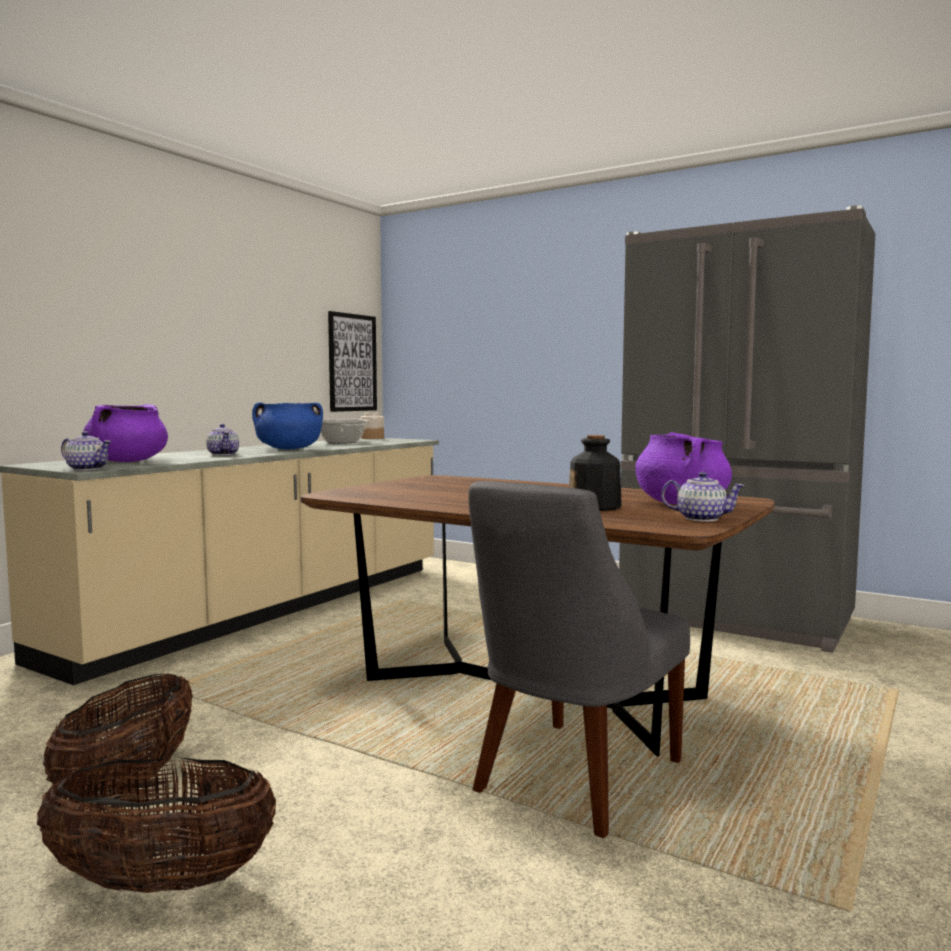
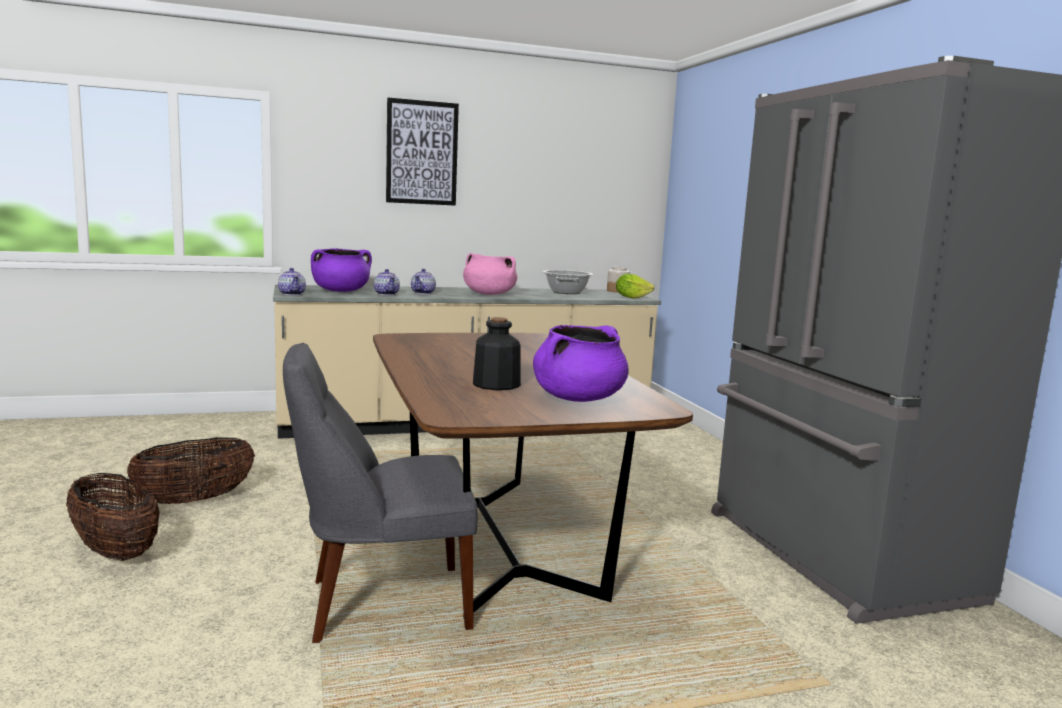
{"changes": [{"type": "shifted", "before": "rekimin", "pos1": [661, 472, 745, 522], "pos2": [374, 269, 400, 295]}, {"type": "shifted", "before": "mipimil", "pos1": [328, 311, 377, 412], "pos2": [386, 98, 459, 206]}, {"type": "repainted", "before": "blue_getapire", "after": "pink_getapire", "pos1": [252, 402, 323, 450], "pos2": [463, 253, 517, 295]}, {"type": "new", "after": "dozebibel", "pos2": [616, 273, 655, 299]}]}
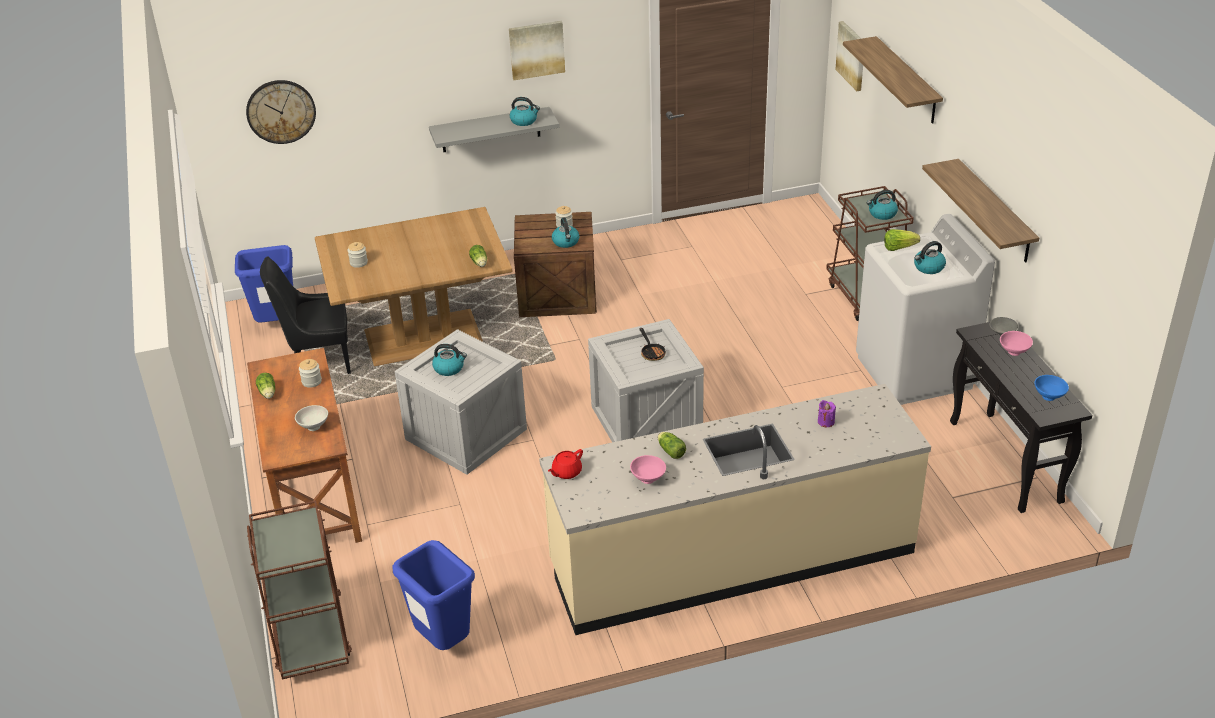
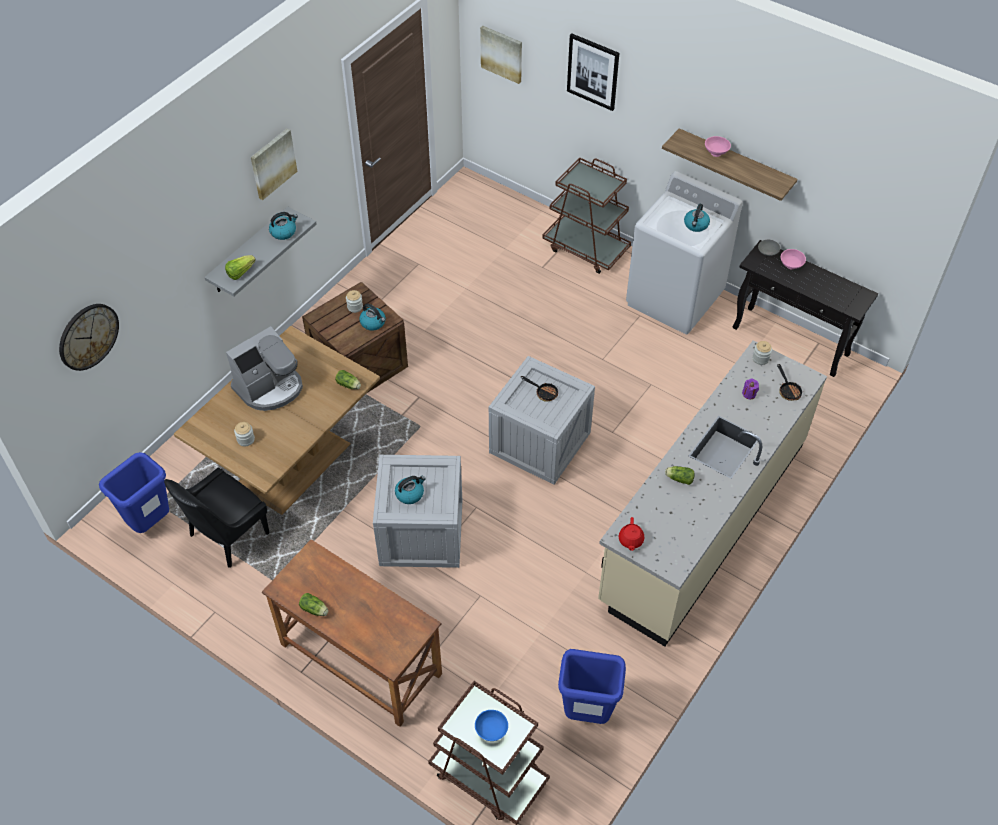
{"changes": [{"type": "shifted", "before": "dozebibel", "pos1": [884, 229, 920, 251], "pos2": [225, 255, 256, 280]}, {"type": "new", "after": "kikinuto", "pos2": [226, 326, 303, 411]}, {"type": "shifted", "before": "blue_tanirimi", "pos1": [1034, 375, 1069, 401], "pos2": [475, 710, 508, 741]}, {"type": "swapped", "before": "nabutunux", "after": "mipimil", "pos1": [843, 36, 943, 124], "pos2": [567, 33, 619, 111]}, {"type": "shifted", "before": "pink_tanirimi", "pos1": [630, 455, 666, 484], "pos2": [705, 136, 731, 157]}, {"type": "shifted", "before": "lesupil", "pos1": [299, 359, 322, 388], "pos2": [753, 341, 772, 365]}, {"type": "new", "after": "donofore", "pos2": [777, 364, 804, 401]}, {"type": "gone", "before": "white_tanirimi", "pos1": [295, 405, 328, 431]}, {"type": "gone", "before": "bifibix", "pos1": [867, 190, 898, 220]}]}
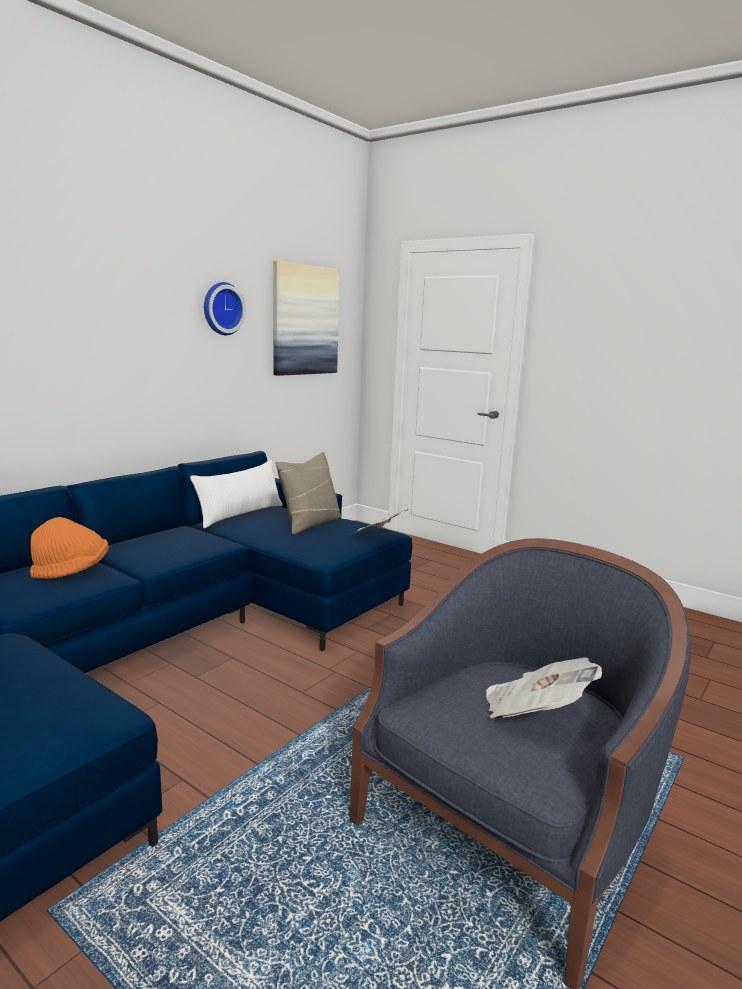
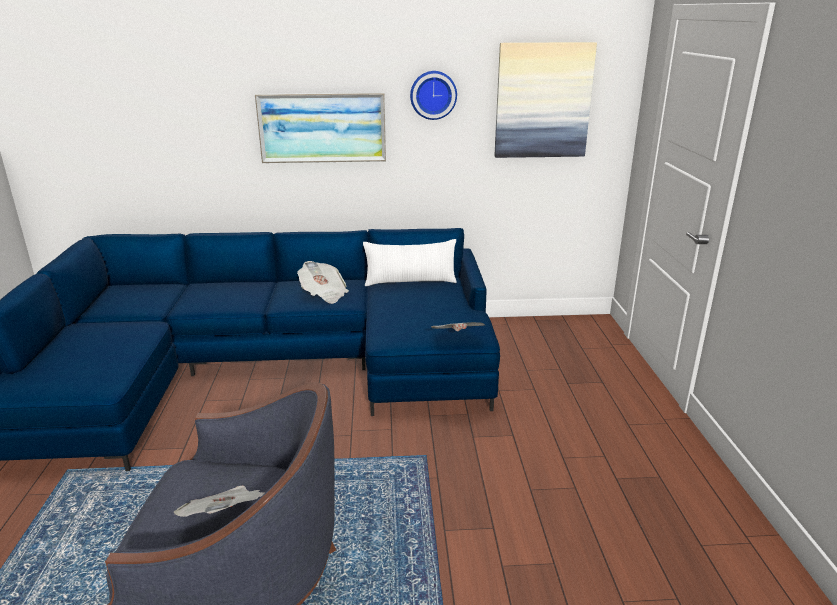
{"changes": [{"type": "new", "after": "mipimil", "pos2": [255, 93, 386, 163]}, {"type": "new", "after": "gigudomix", "pos2": [297, 261, 349, 304]}, {"type": "gone", "before": "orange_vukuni", "pos1": [30, 517, 109, 579]}, {"type": "gone", "before": "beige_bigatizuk", "pos1": [275, 452, 341, 534]}]}
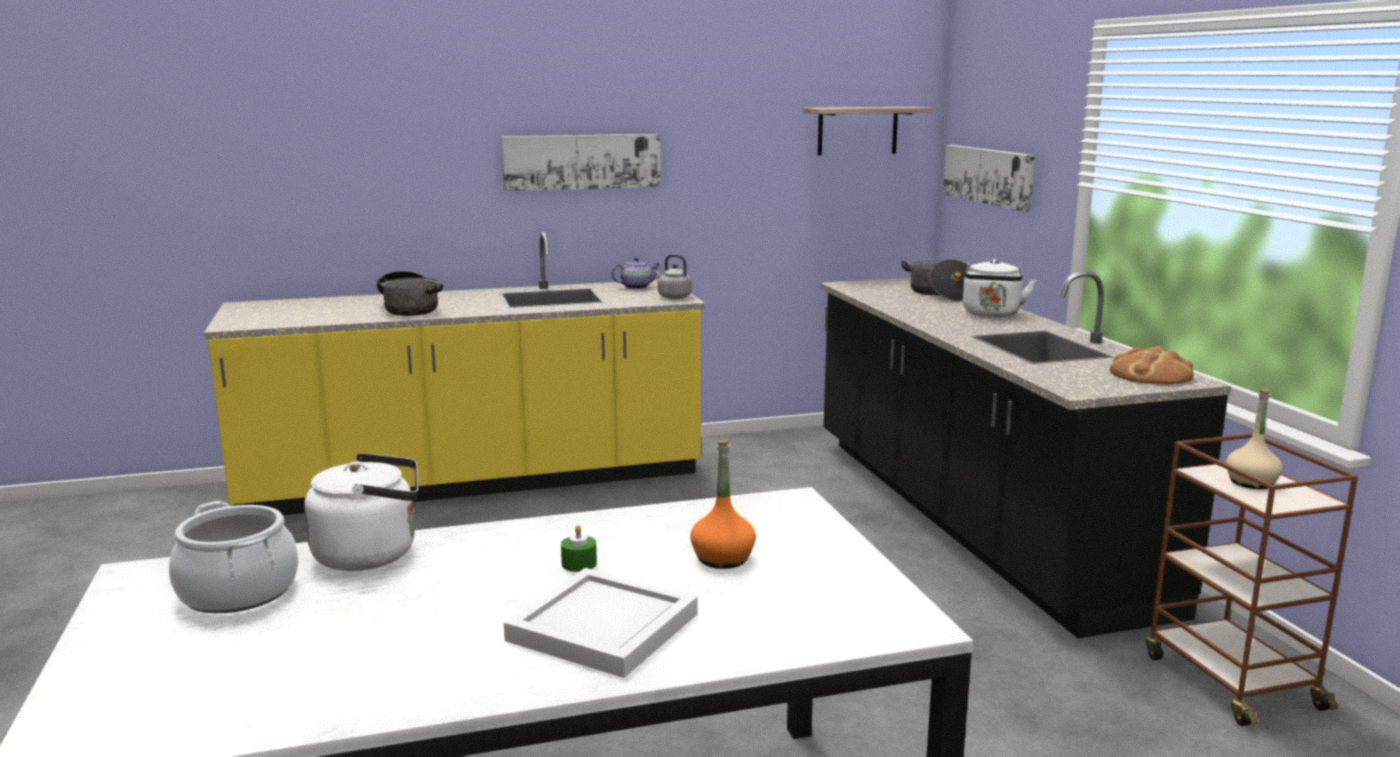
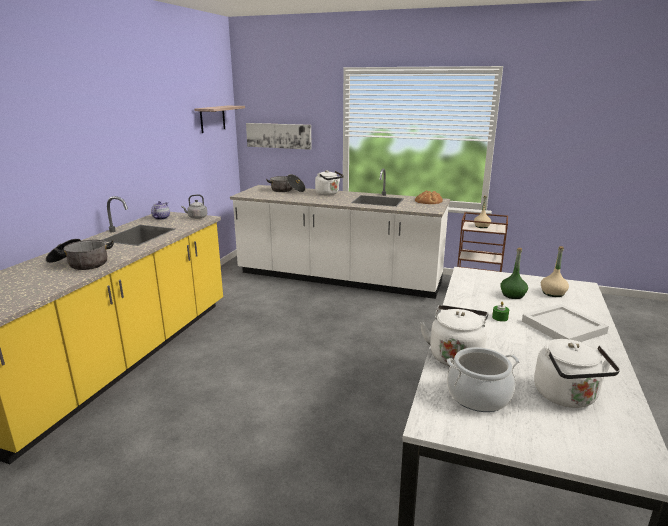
{"changes": [{"type": "repainted", "before": "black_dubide", "after": "white_dubide", "pos1": [820, 271, 1231, 638], "pos2": [230, 168, 450, 299]}, {"type": "repainted", "before": "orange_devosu", "after": "green_devosu", "pos1": [690, 439, 756, 569], "pos2": [500, 248, 528, 299]}, {"type": "new", "after": "white_bifibix", "pos2": [534, 339, 620, 408]}, {"type": "new", "after": "beige_devosu", "pos2": [541, 246, 569, 297]}, {"type": "gone", "before": "mipimil", "pos1": [501, 134, 661, 191]}]}
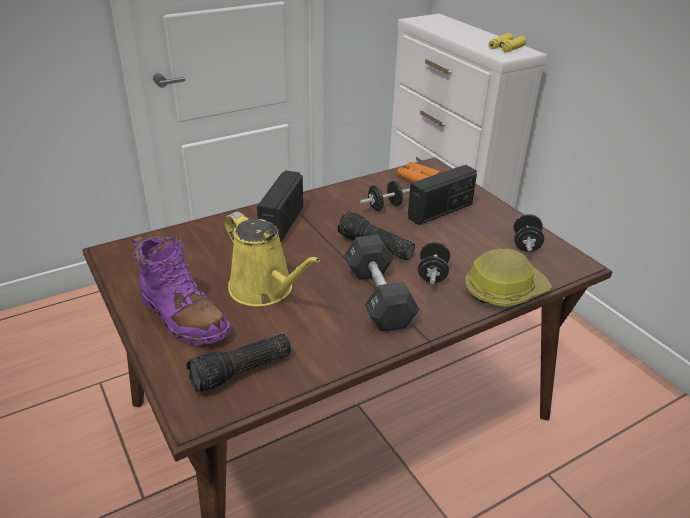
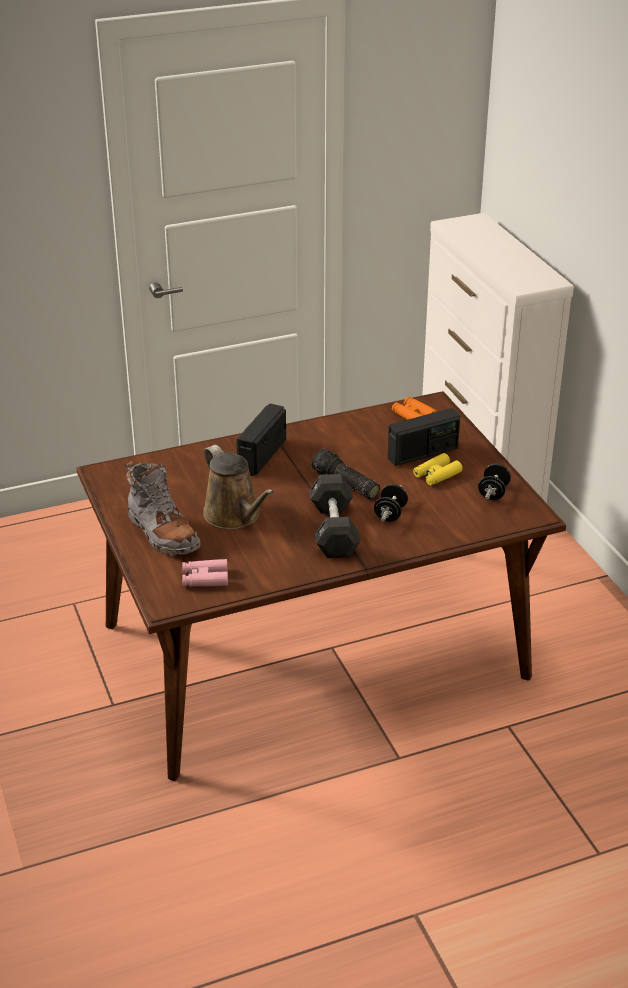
{"changes": [{"type": "repainted", "before": "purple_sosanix", "after": "grey_sosanix", "pos1": [132, 236, 231, 345], "pos2": [125, 461, 201, 555]}, {"type": "swapped", "before": "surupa", "after": "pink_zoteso", "pos1": [186, 334, 291, 393], "pos2": [182, 559, 228, 587]}, {"type": "repainted", "before": "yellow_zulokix", "after": "brown_zulokix", "pos1": [224, 212, 320, 306], "pos2": [203, 445, 274, 530]}, {"type": "shifted", "before": "yellow_zoteso", "pos1": [489, 33, 527, 52], "pos2": [413, 453, 463, 485]}, {"type": "gone", "before": "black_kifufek", "pos1": [360, 181, 410, 211]}, {"type": "gone", "before": "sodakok", "pos1": [465, 249, 552, 307]}]}
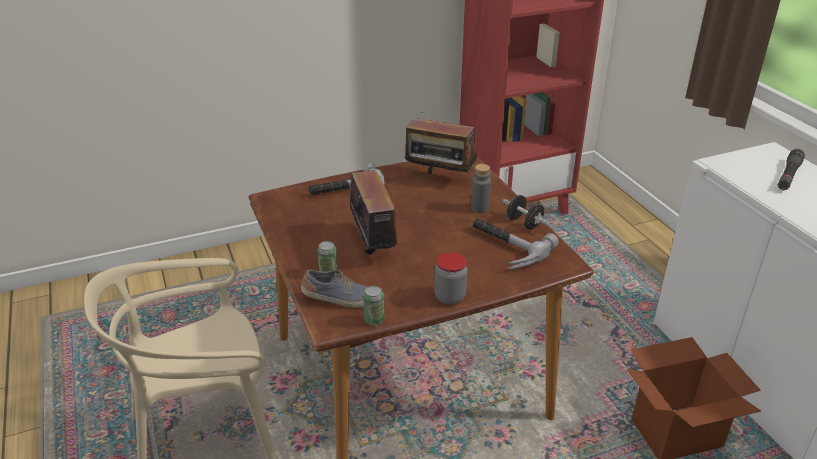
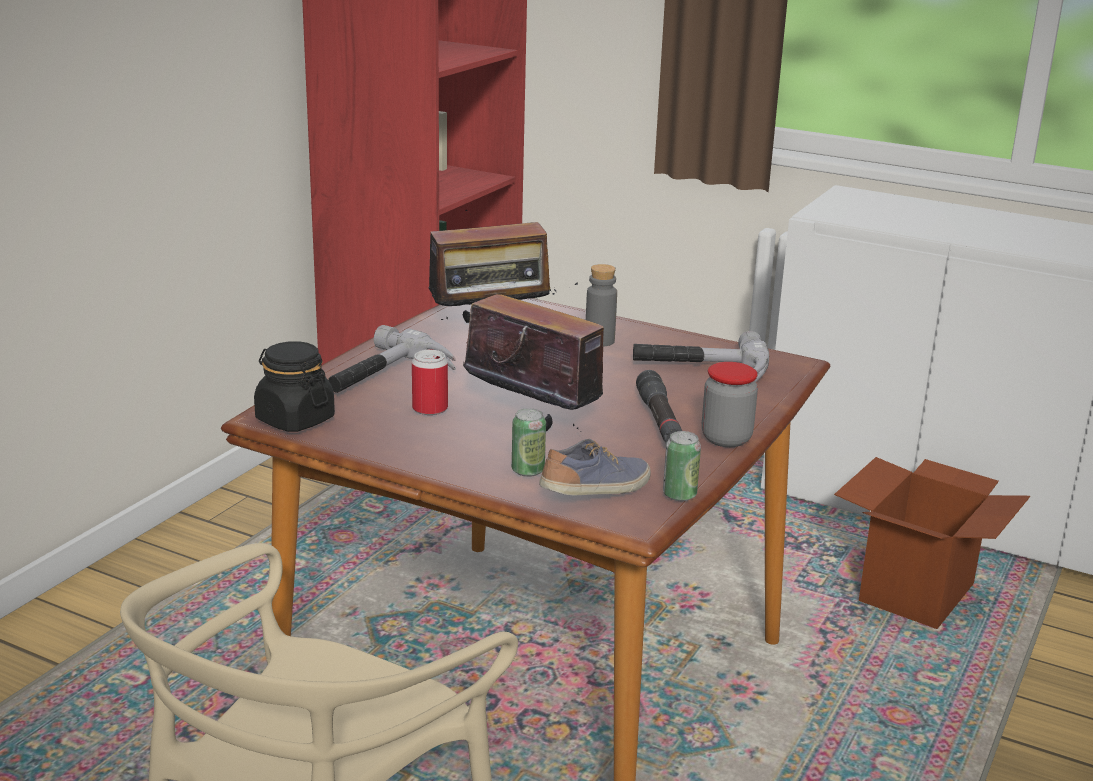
{"changes": [{"type": "new", "after": "black_lesupil", "pos2": [254, 341, 335, 432]}, {"type": "new", "after": "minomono", "pos2": [412, 350, 448, 415]}, {"type": "shifted", "before": "black_surupa", "pos1": [778, 149, 805, 190], "pos2": [636, 370, 682, 444]}, {"type": "gone", "before": "black_kifufek", "pos1": [503, 195, 550, 229]}]}
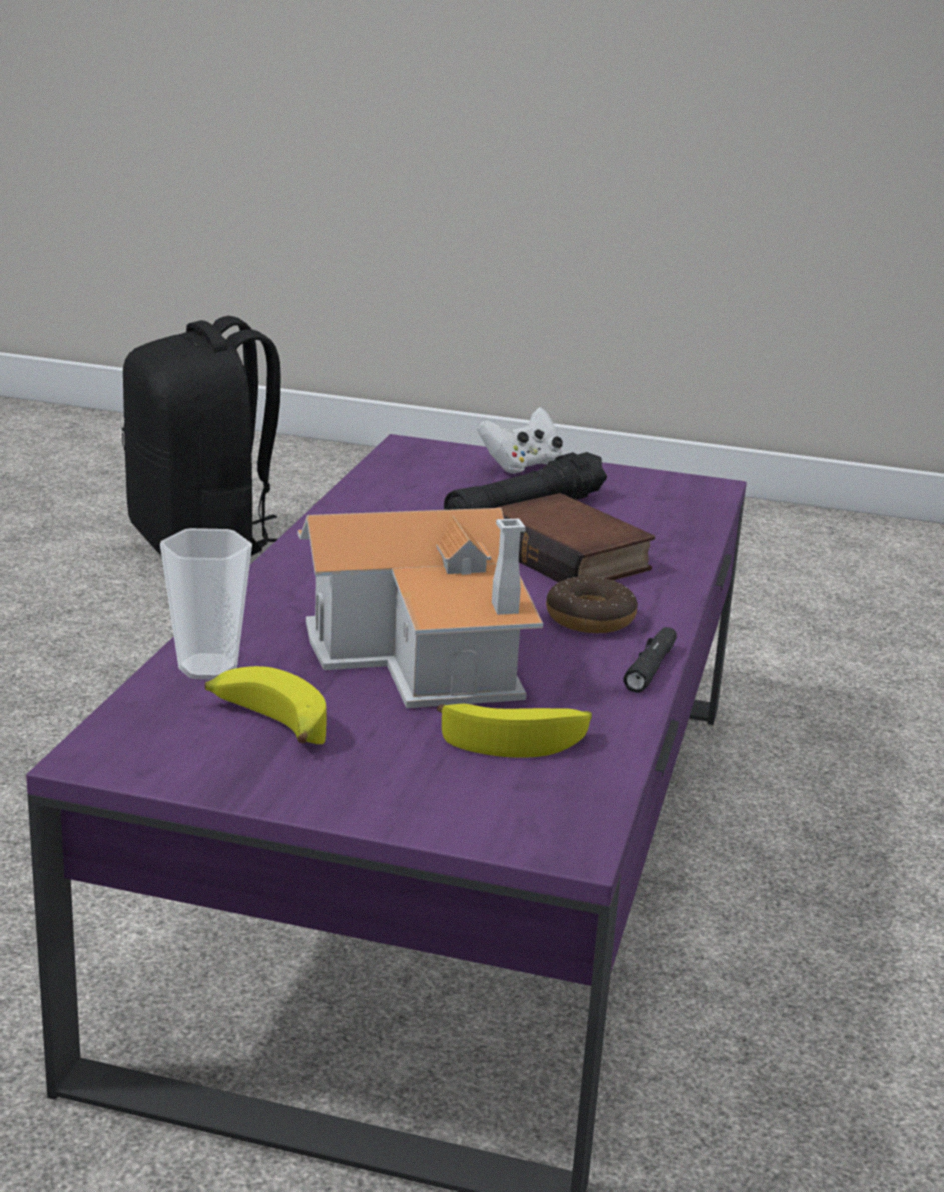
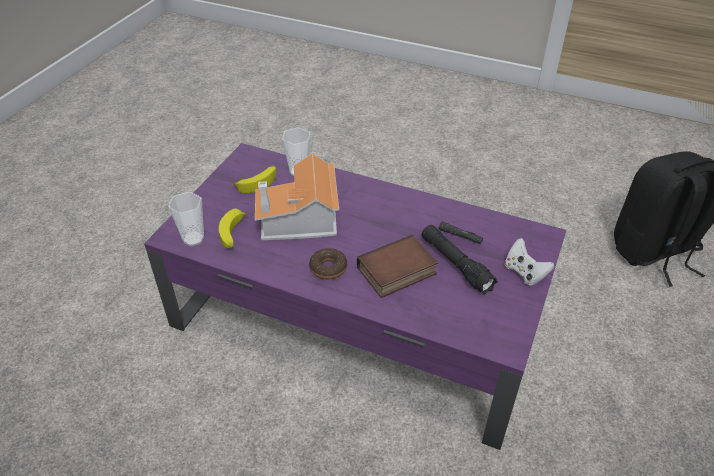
{"changes": [{"type": "new", "after": "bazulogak", "pos2": [168, 192, 204, 246]}, {"type": "shifted", "before": "black_surupa", "pos1": [623, 627, 677, 693], "pos2": [439, 221, 483, 244]}]}
